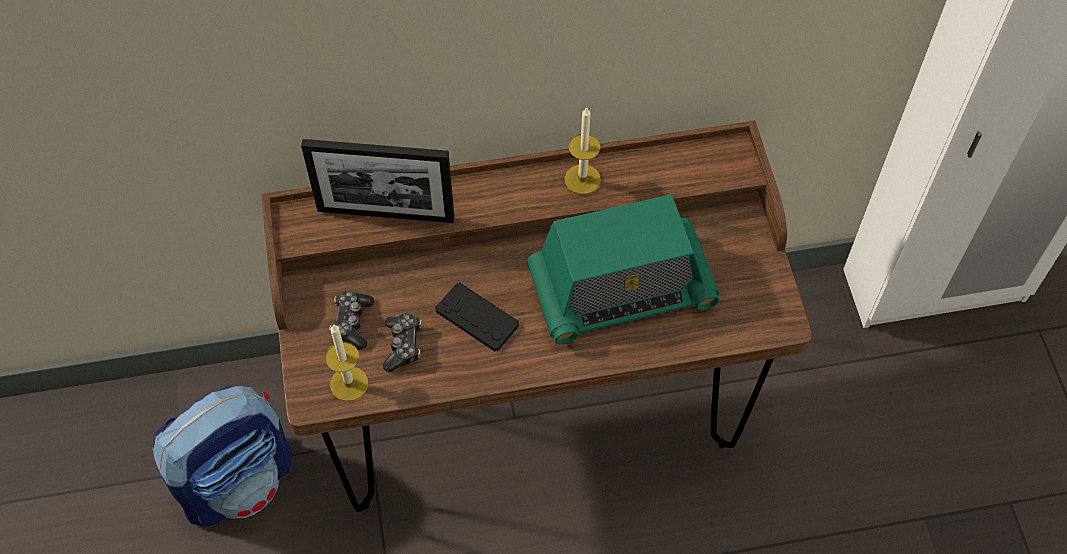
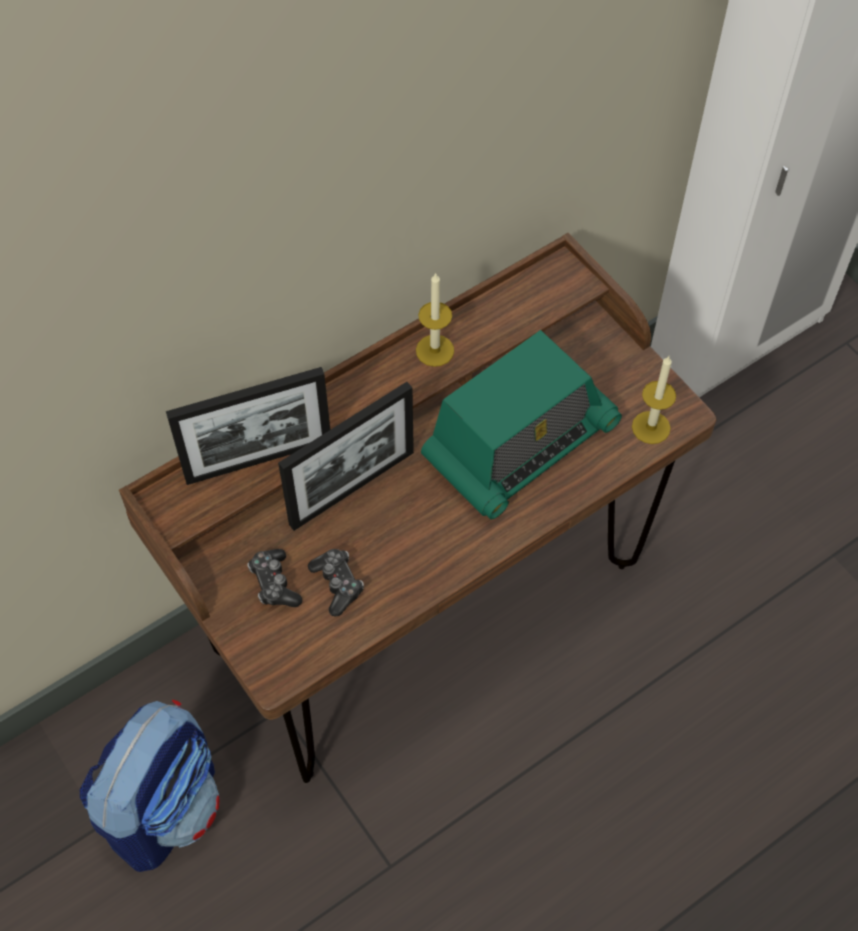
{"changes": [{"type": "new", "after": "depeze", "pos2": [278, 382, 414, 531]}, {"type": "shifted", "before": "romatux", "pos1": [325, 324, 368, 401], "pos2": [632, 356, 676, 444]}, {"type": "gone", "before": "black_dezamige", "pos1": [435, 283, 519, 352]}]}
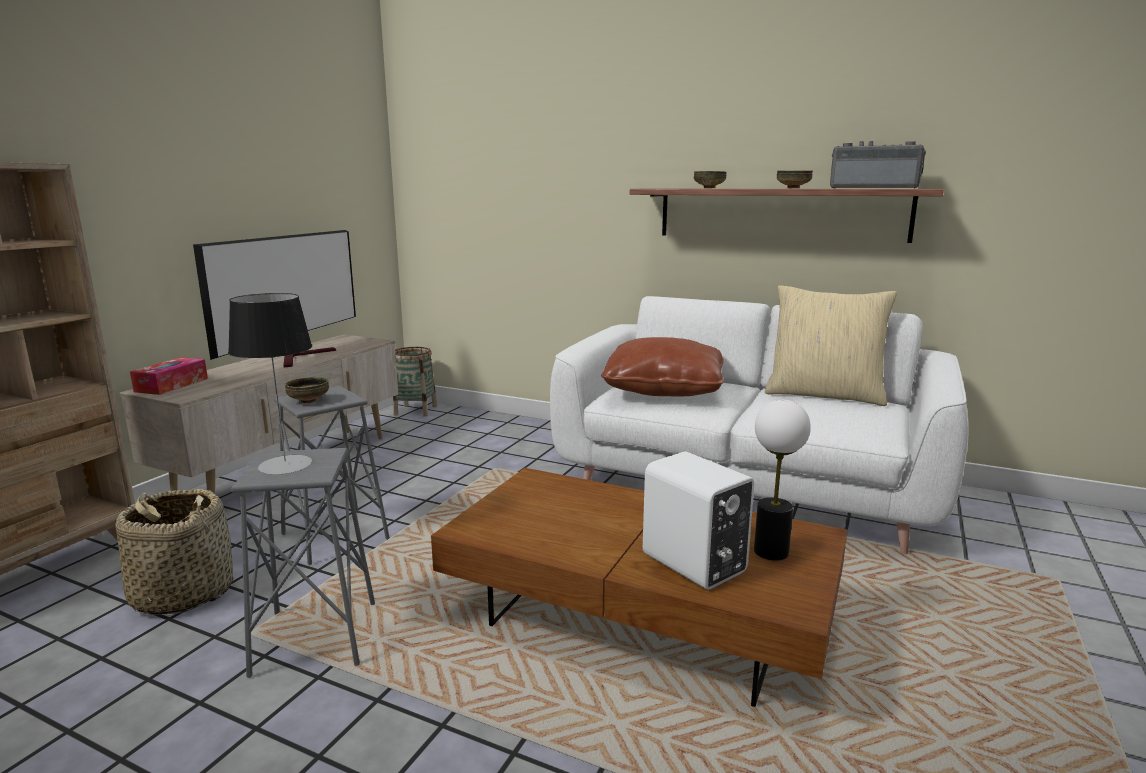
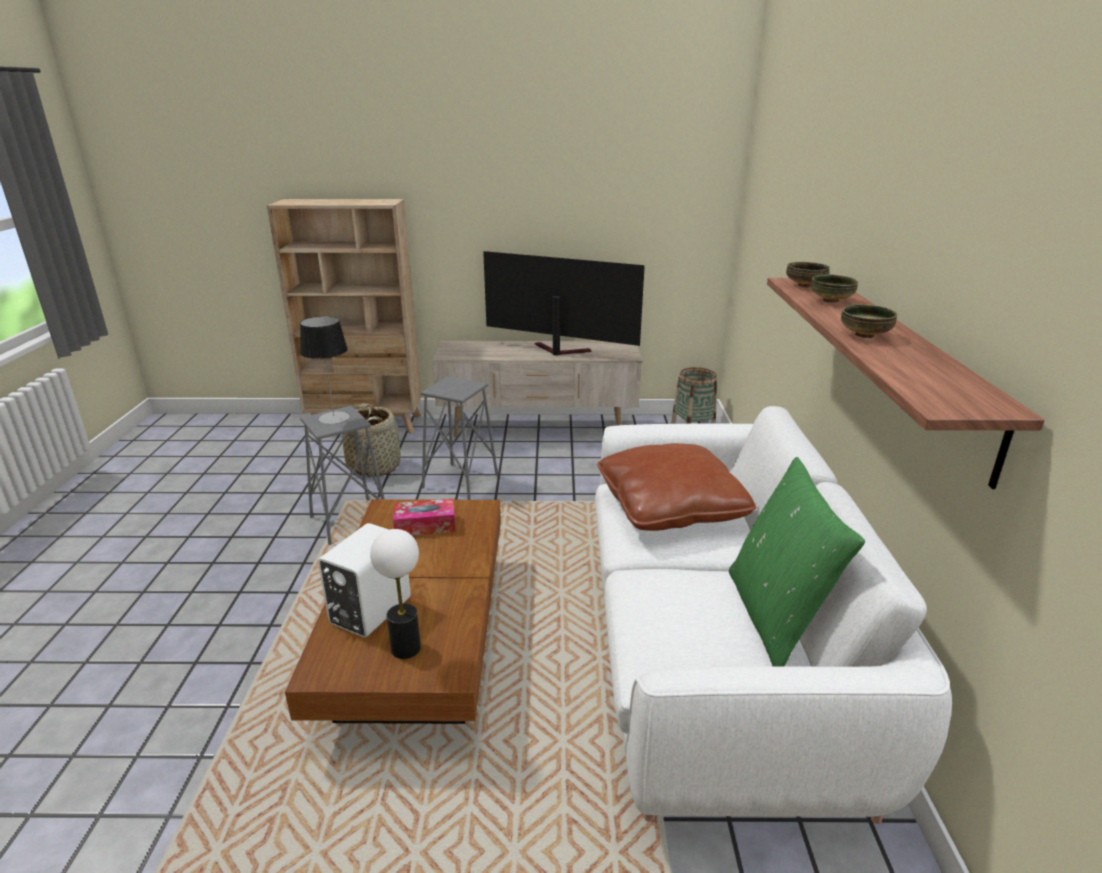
{"changes": [{"type": "shifted", "before": "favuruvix", "pos1": [130, 357, 208, 395], "pos2": [393, 499, 455, 536]}, {"type": "rotated", "before": "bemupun", "pos1": [193, 230, 356, 367], "pos2": [483, 251, 645, 355], "turn": -150}, {"type": "repainted", "before": "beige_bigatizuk", "after": "green_bigatizuk", "pos1": [765, 285, 897, 406], "pos2": [729, 457, 865, 666]}, {"type": "shifted", "before": "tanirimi", "pos1": [285, 377, 329, 403], "pos2": [786, 262, 830, 288]}, {"type": "gone", "before": "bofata", "pos1": [830, 141, 926, 189]}]}
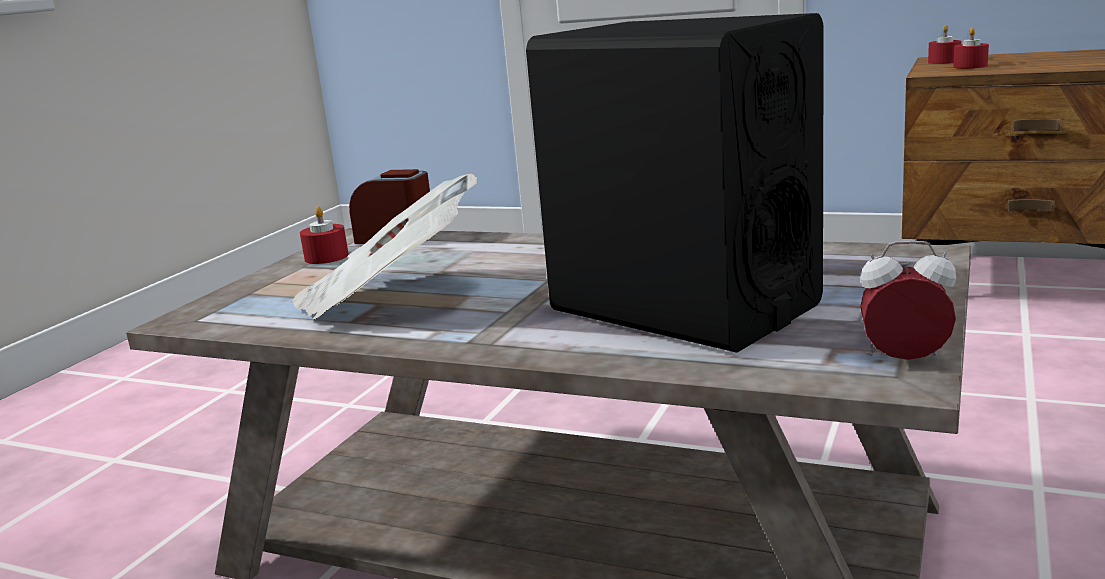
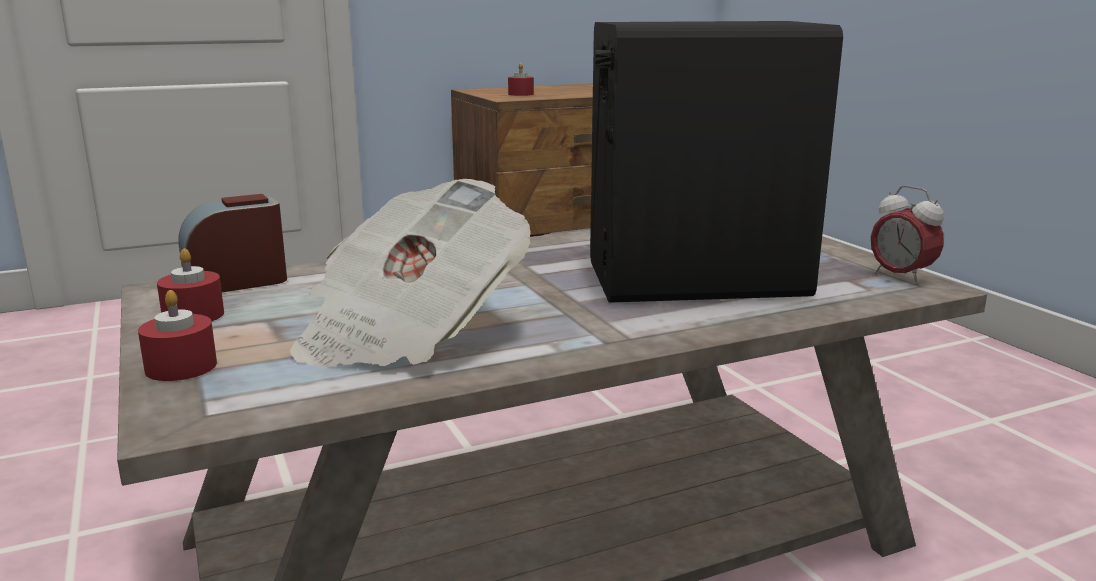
{"changes": [{"type": "shifted", "before": "red_romatux", "pos1": [928, 25, 961, 64], "pos2": [138, 290, 217, 381]}, {"type": "rotated", "before": "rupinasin", "pos1": [860, 241, 956, 360], "pos2": [871, 185, 944, 285], "turn": -90}]}
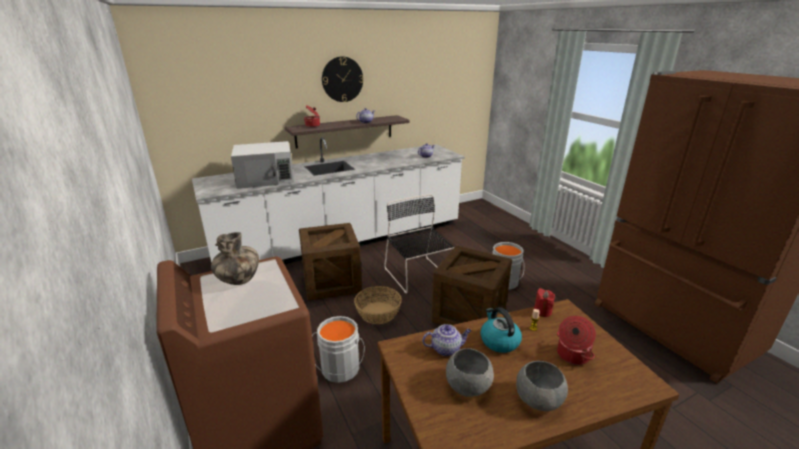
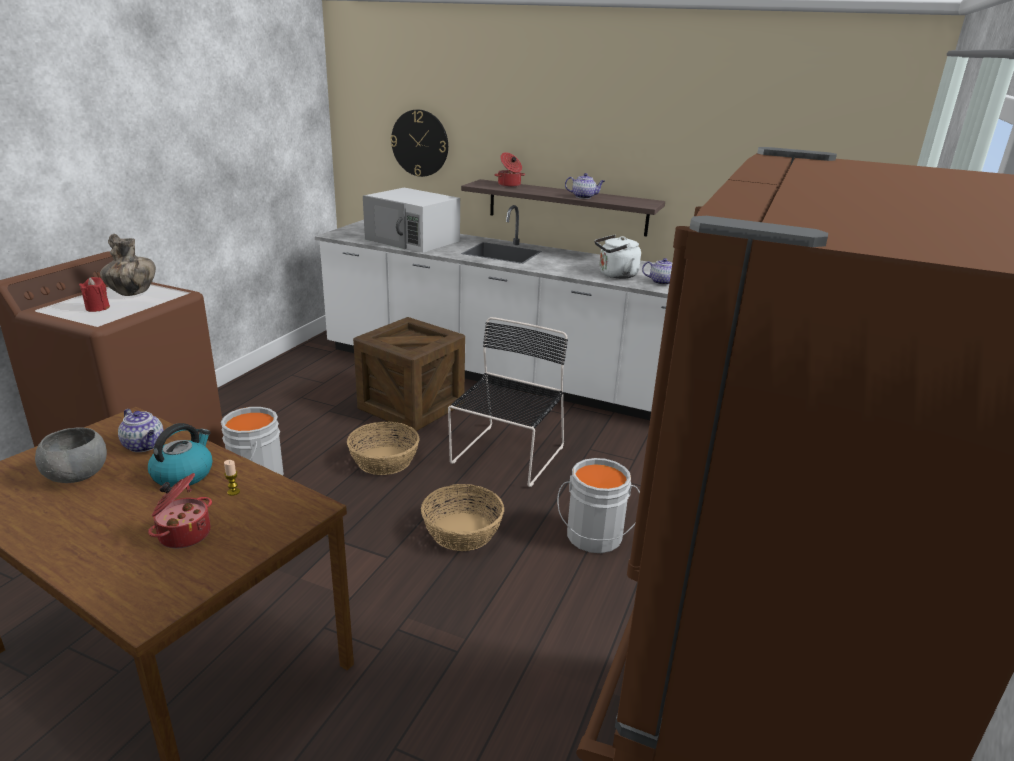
{"changes": [{"type": "shifted", "before": "red_romatux", "pos1": [534, 288, 555, 317], "pos2": [79, 277, 110, 312]}, {"type": "shifted", "before": "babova", "pos1": [322, 56, 364, 102], "pos2": [391, 110, 448, 177]}, {"type": "swapped", "before": "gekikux", "after": "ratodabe", "pos1": [431, 246, 512, 325], "pos2": [421, 484, 504, 551]}, {"type": "new", "after": "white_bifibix", "pos2": [595, 235, 641, 279]}, {"type": "gone", "before": "grey_tanirimi", "pos1": [516, 361, 568, 411]}]}
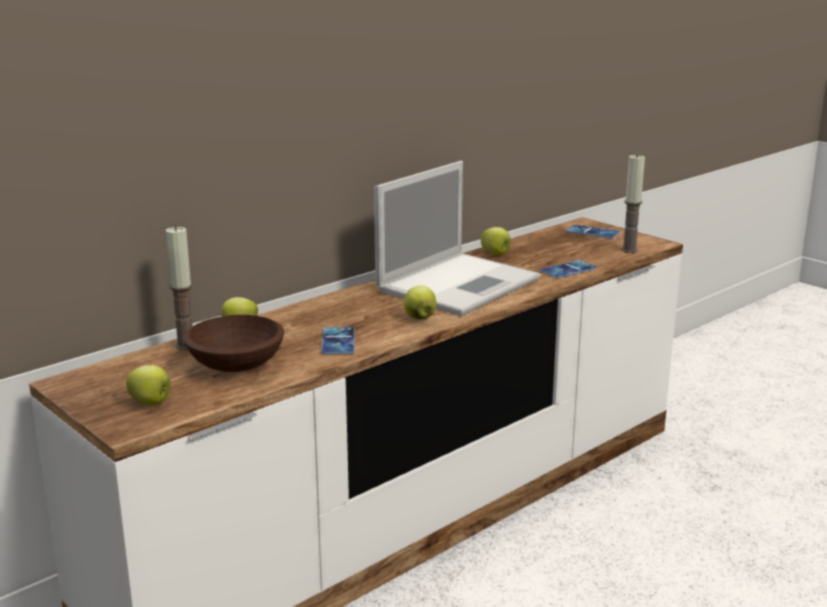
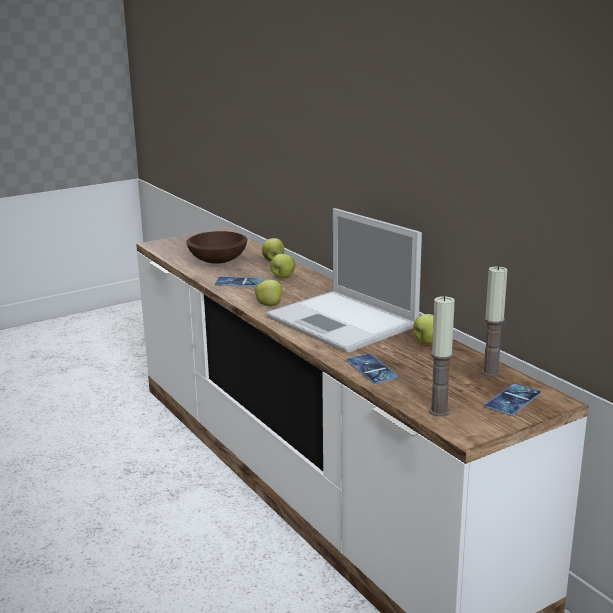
{"changes": [{"type": "shifted", "before": "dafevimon", "pos1": [126, 365, 171, 405], "pos2": [270, 254, 295, 279]}, {"type": "shifted", "before": "romatux", "pos1": [166, 226, 193, 350], "pos2": [481, 266, 508, 377]}]}
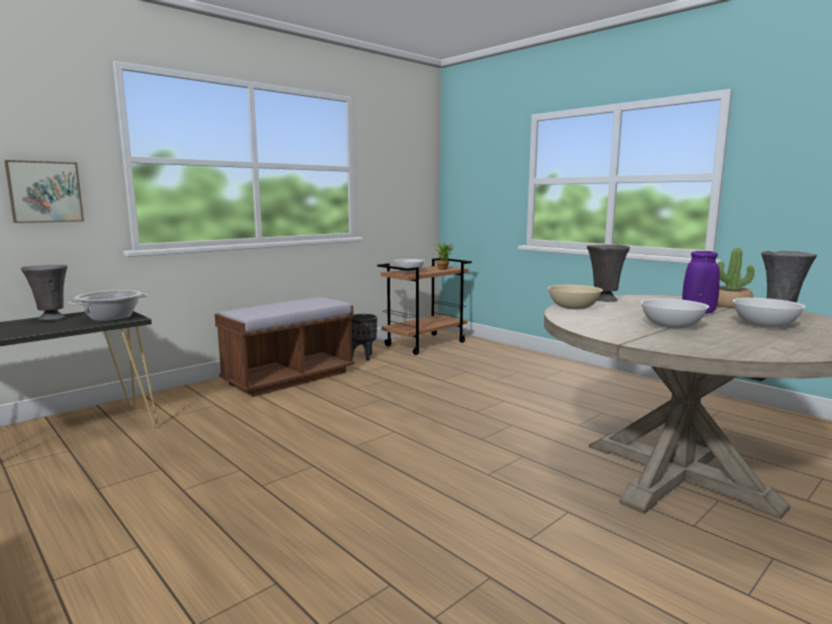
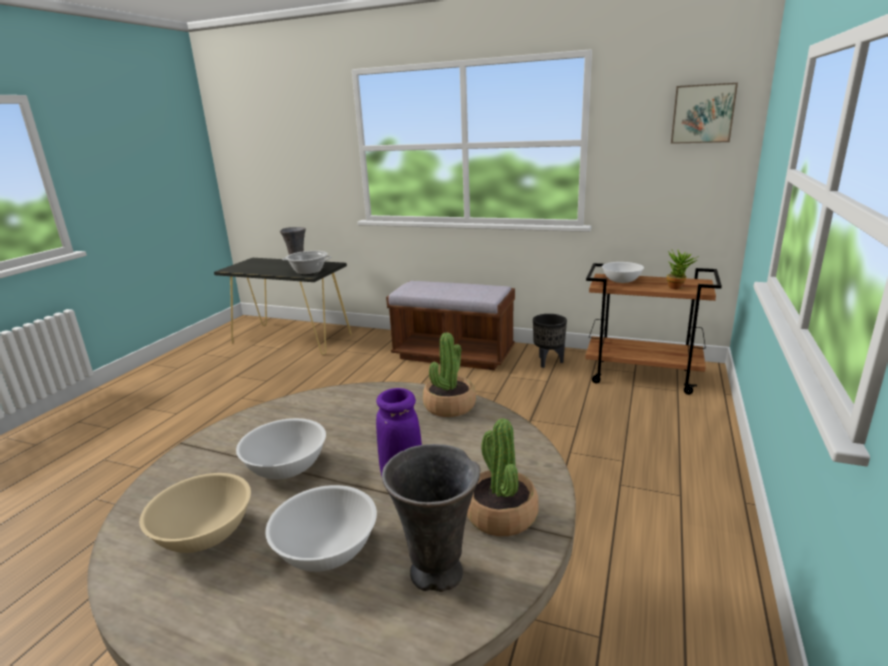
{"changes": [{"type": "shifted", "before": "beige_tanirimi", "pos1": [547, 285, 603, 309], "pos2": [139, 473, 251, 553]}, {"type": "swapped", "before": "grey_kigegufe", "after": "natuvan", "pos1": [587, 245, 630, 302], "pos2": [423, 332, 476, 417]}, {"type": "shifted", "before": "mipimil", "pos1": [4, 160, 84, 223], "pos2": [671, 83, 738, 144]}]}
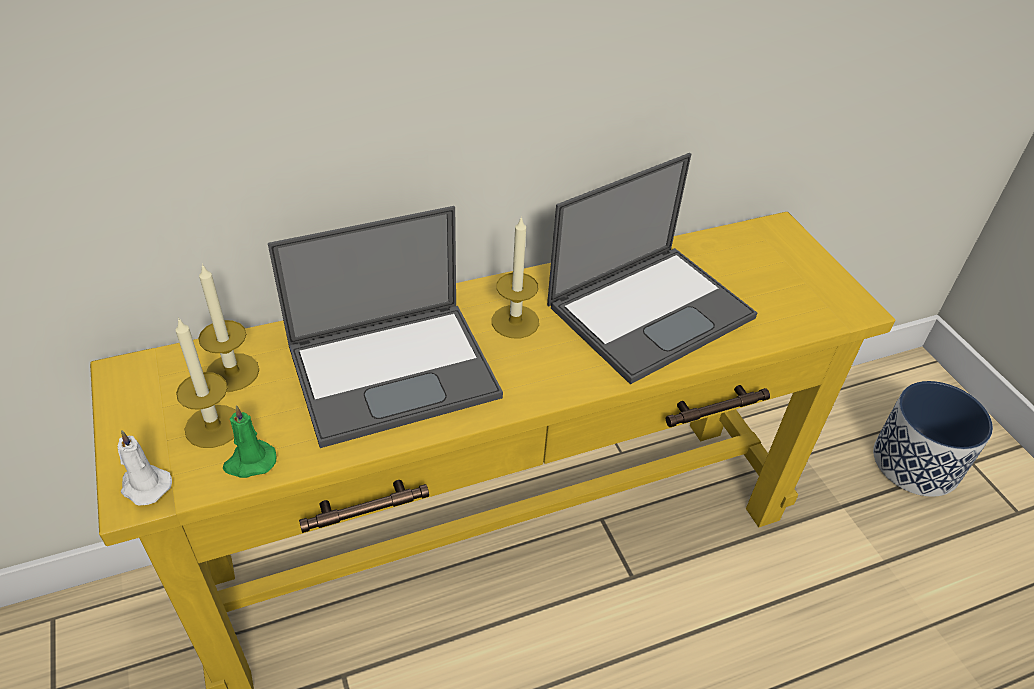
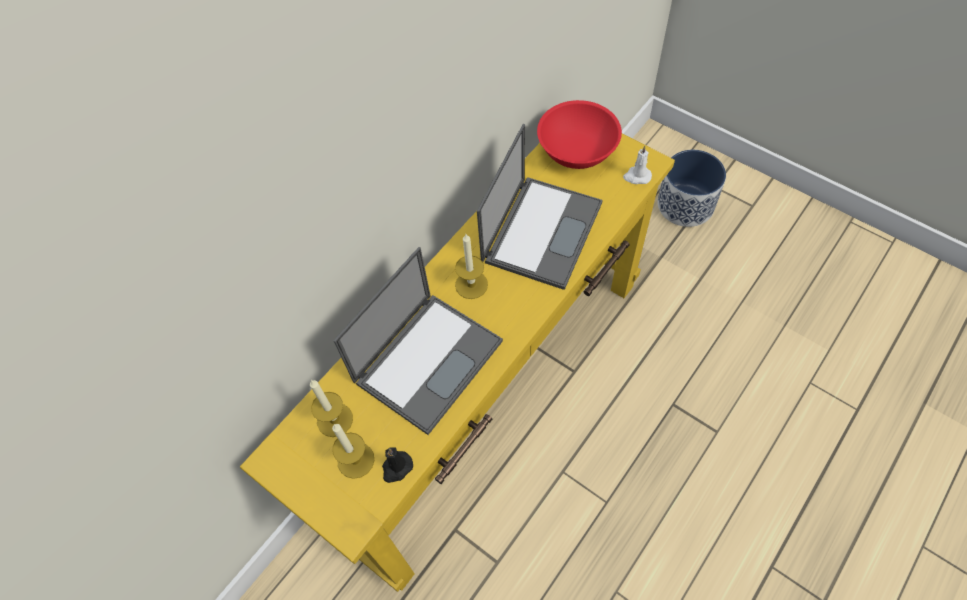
{"changes": [{"type": "repainted", "before": "green_romatux", "after": "black_romatux", "pos1": [223, 405, 276, 478], "pos2": [382, 447, 413, 483]}, {"type": "new", "after": "red_tanirimi", "pos2": [537, 100, 622, 169]}, {"type": "shifted", "before": "white_romatux", "pos1": [118, 430, 172, 506], "pos2": [623, 146, 652, 184]}]}
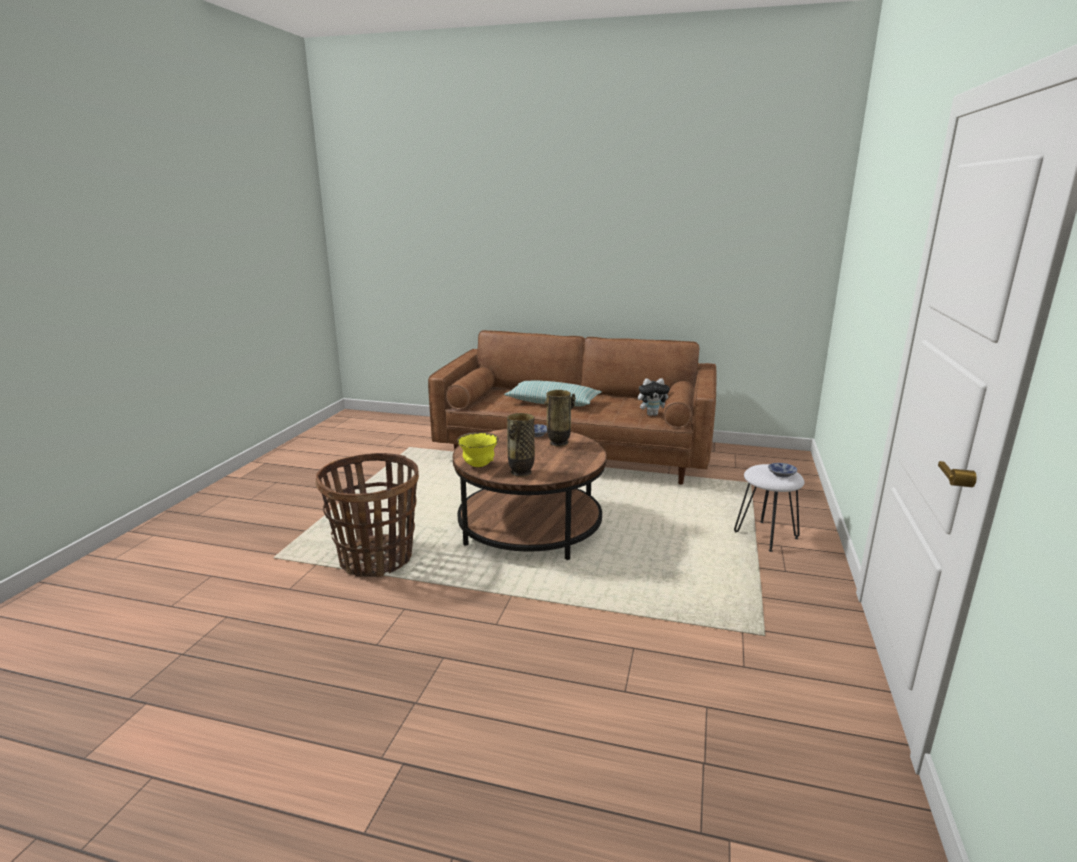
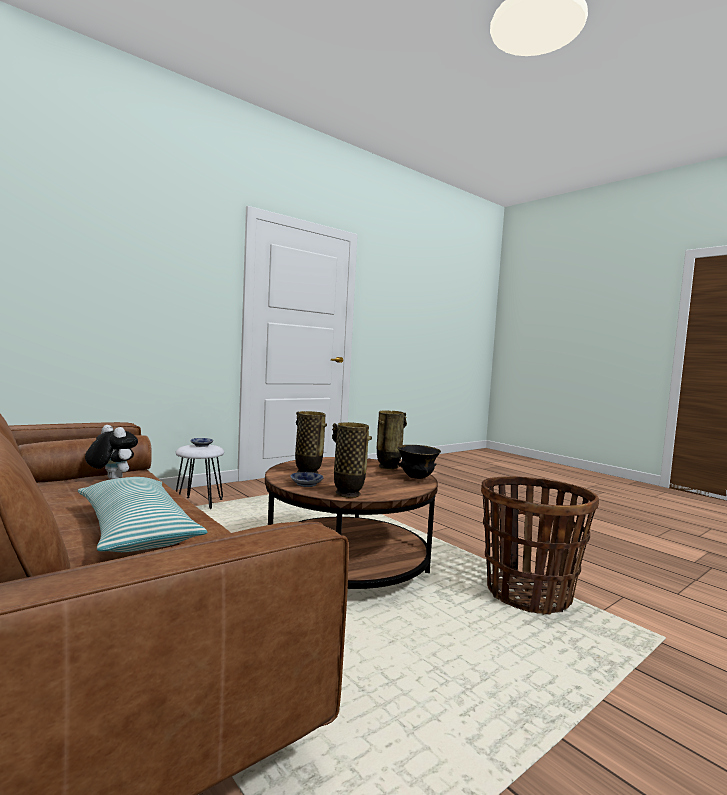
{"changes": [{"type": "new", "after": "kigegufe", "pos2": [332, 422, 372, 498]}, {"type": "repainted", "before": "yellow_tanirimi", "after": "black_tanirimi", "pos1": [457, 432, 499, 467], "pos2": [397, 445, 441, 479]}]}
